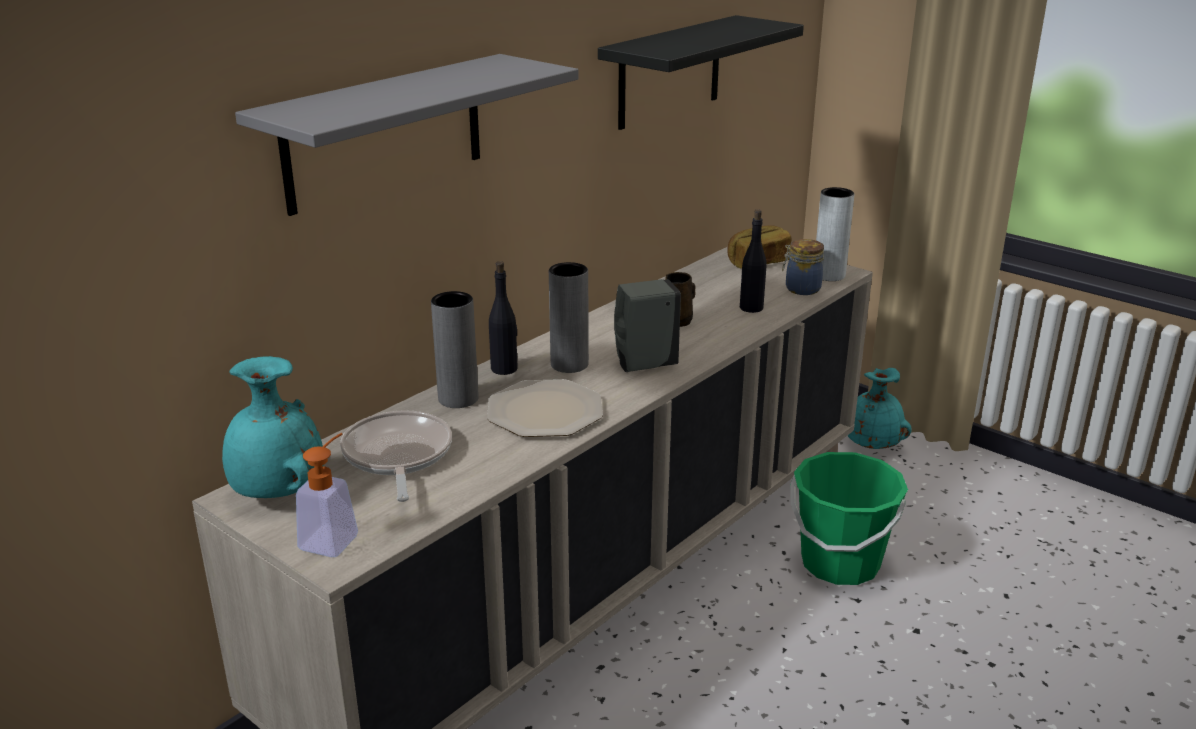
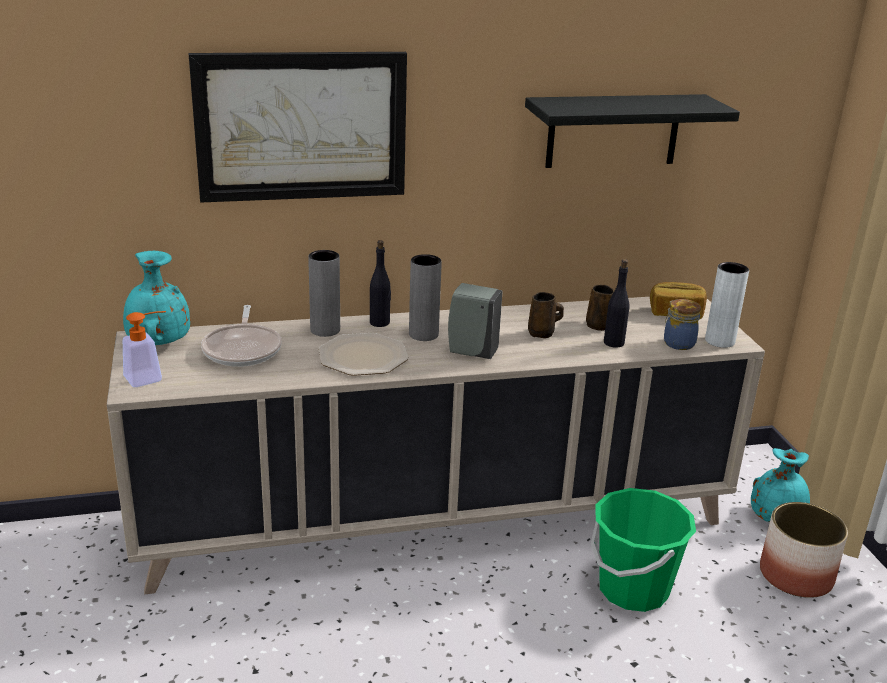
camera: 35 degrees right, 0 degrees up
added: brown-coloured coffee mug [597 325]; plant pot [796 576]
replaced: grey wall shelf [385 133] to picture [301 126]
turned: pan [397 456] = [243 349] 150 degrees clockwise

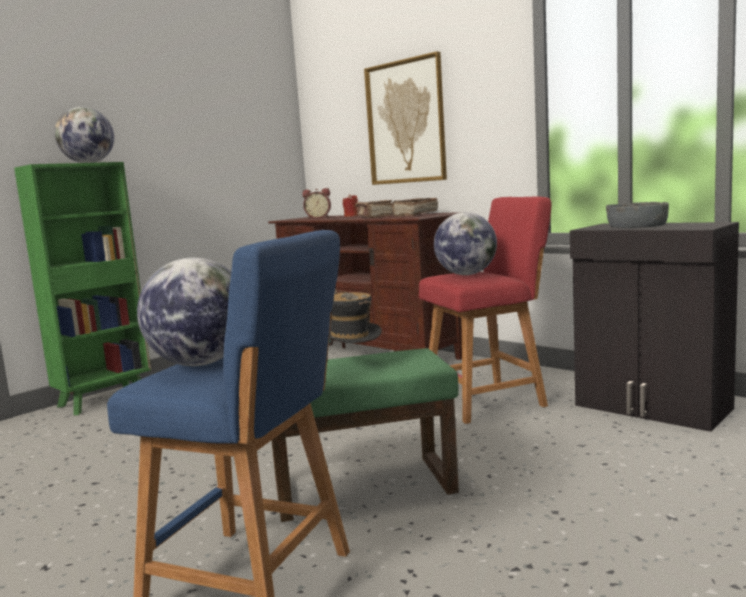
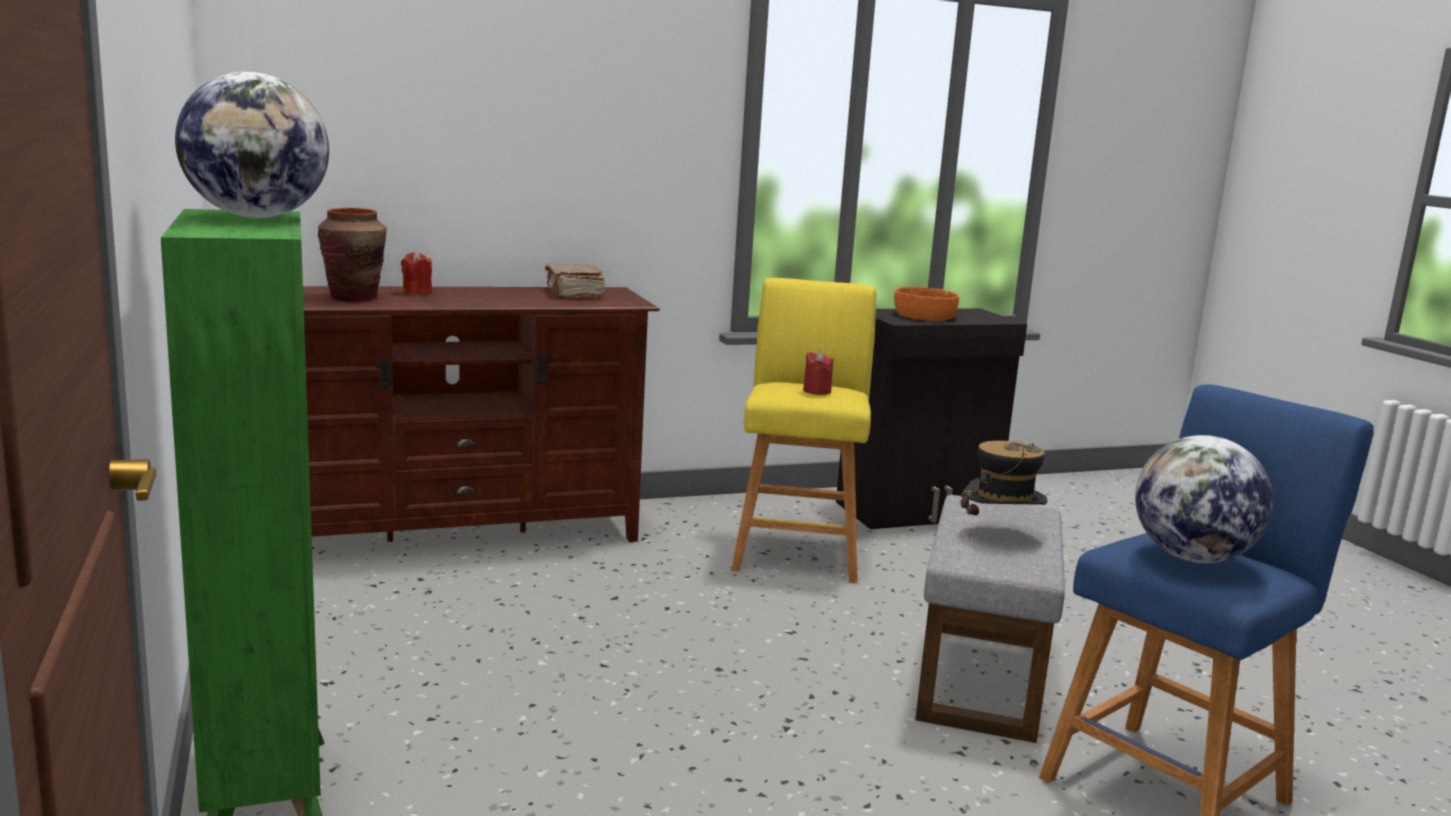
camera: 65 degrees left, 5 degrees up
removed: brown-coloured bound book [375 216]; picture [406 122]
replaced: alarm clock [318 218] to brown-coloured vase [354 298]; world globe [466 274] to red candle [817 391]
recoloured: red sitting stool [489 400] to yellow-coloured sitting stool [797 550]; grey deep dish [636 226] to orange deep dish [924 316]; green ottoman [365 485] to grey ottoman [978 677]

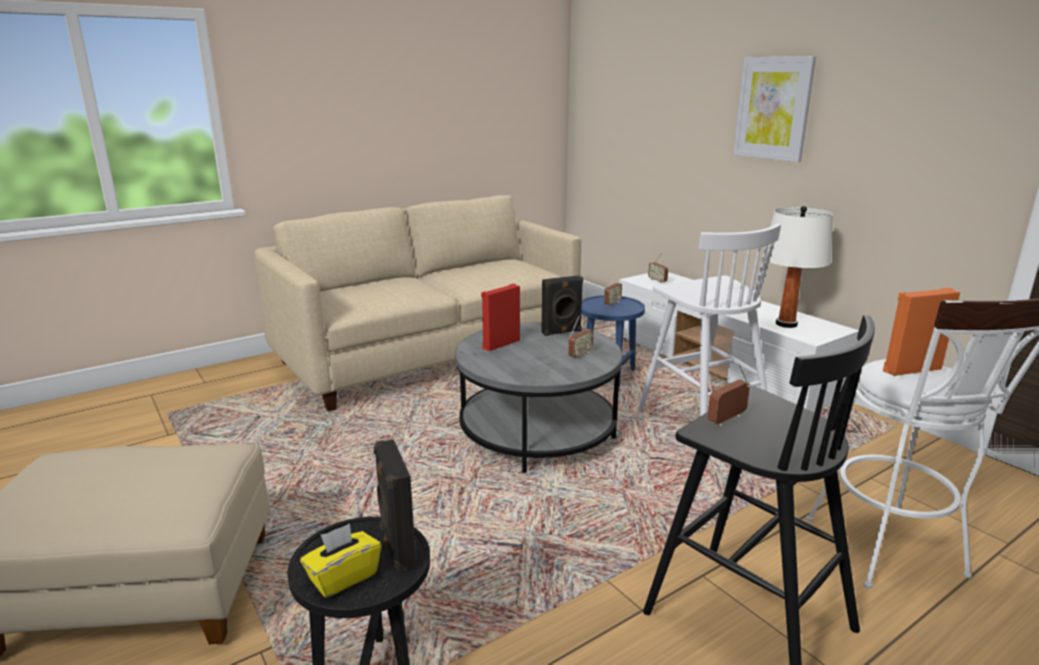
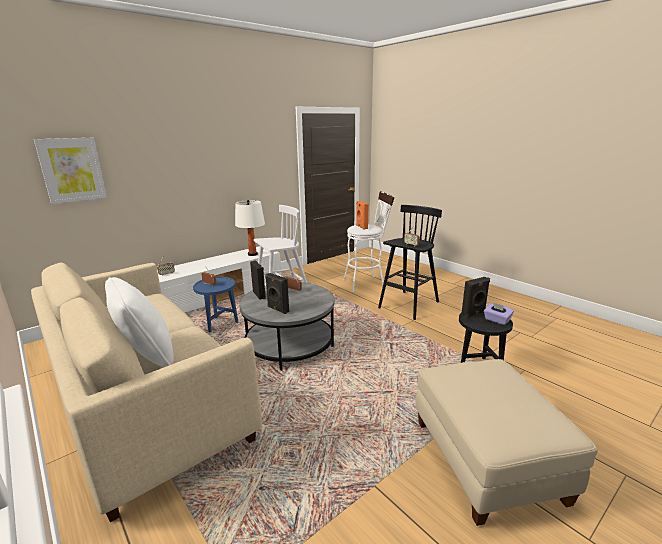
camera: 95 degrees left, 0 degrees up
added: whitish cushion [146 355]
moved: picture [773 108] to [72 170]
recoloured: red audio speaker [500 344] to blackish audio speaker [277 309]; yellow-coloured box of tissues [343 577] to purple box of tissues [496 320]

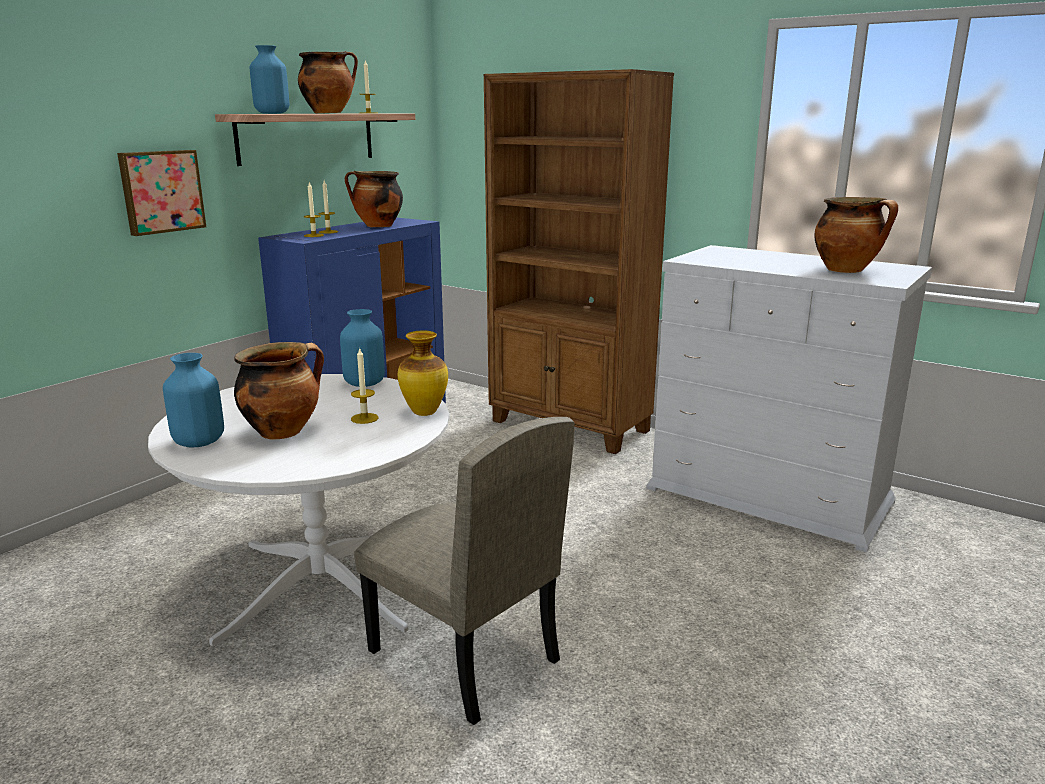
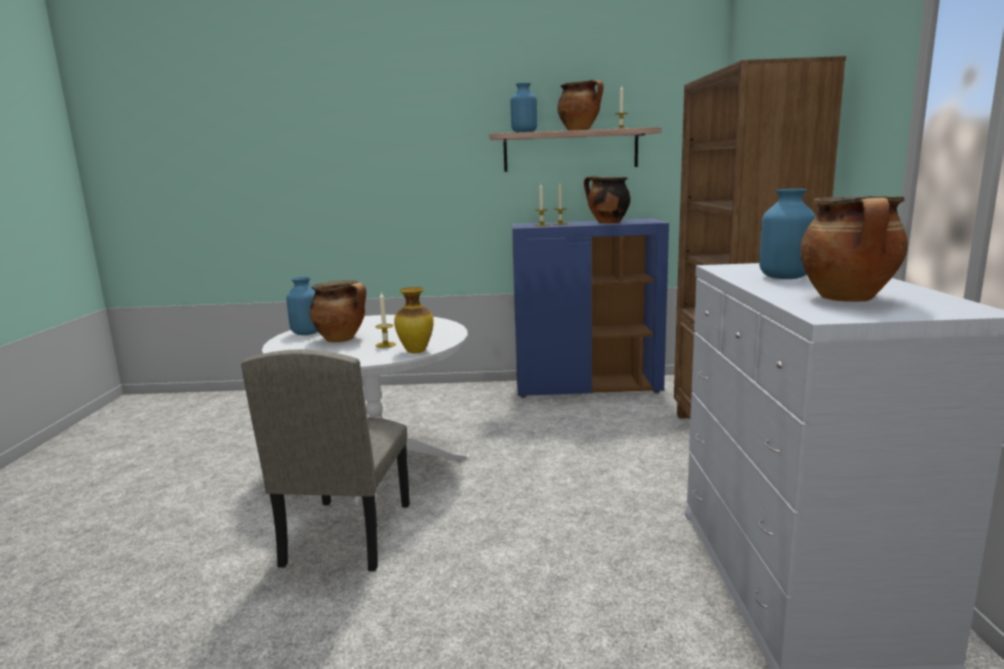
camera: 55 degrees right, 5 degrees down
removed: picture [161 191]
moved: blue-coloured vase [365 383] to [784 277]

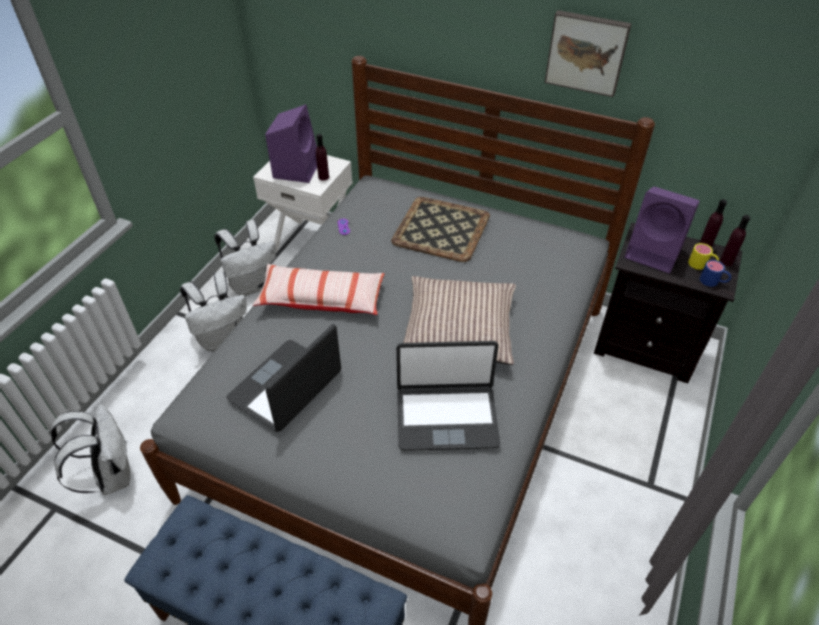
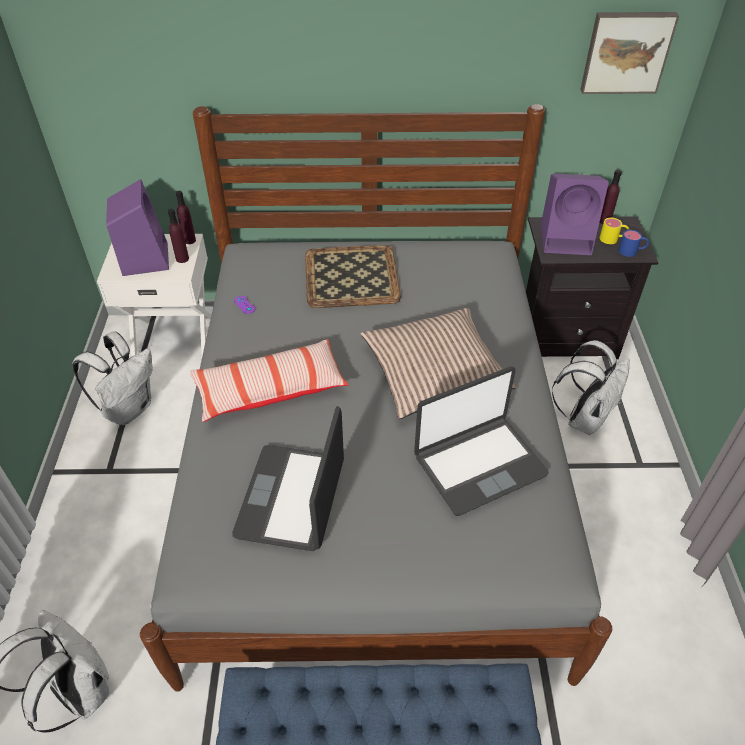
camera: 25 degrees left, 0 degrees up
moved: purple bottle [726 261] to [189 240]; whitish knapsack [222 338] to [584 418]; picture [587 52] to [626 52]

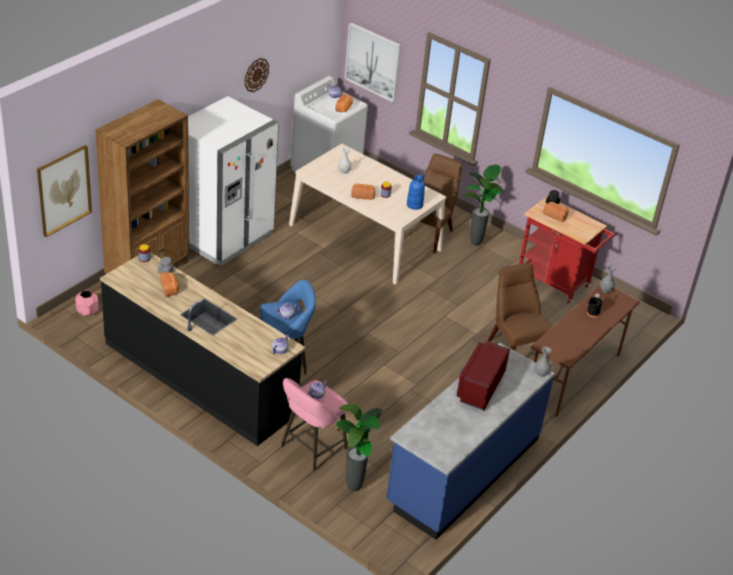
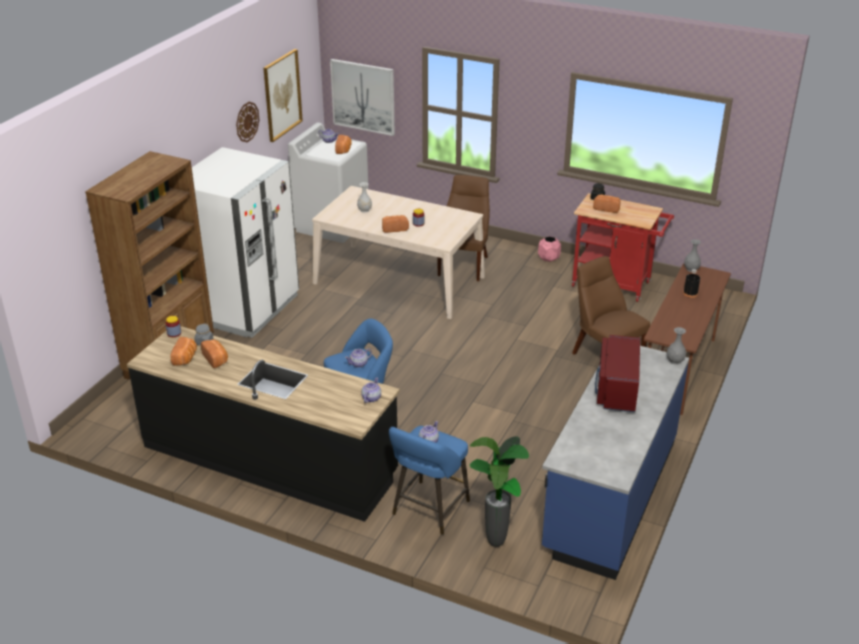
camera: 10 degrees left, 5 degrees down
removed: blue-coloured vase [414 204]; plant in a pot [476 243]
added: bakery bread [186 358]
moved: picture [64 190] to [282 95]; pink plant pot [87 312] to [548 258]
recoloured: pink sitting stool [311 449] to blue-coloured sitting stool [428 510]

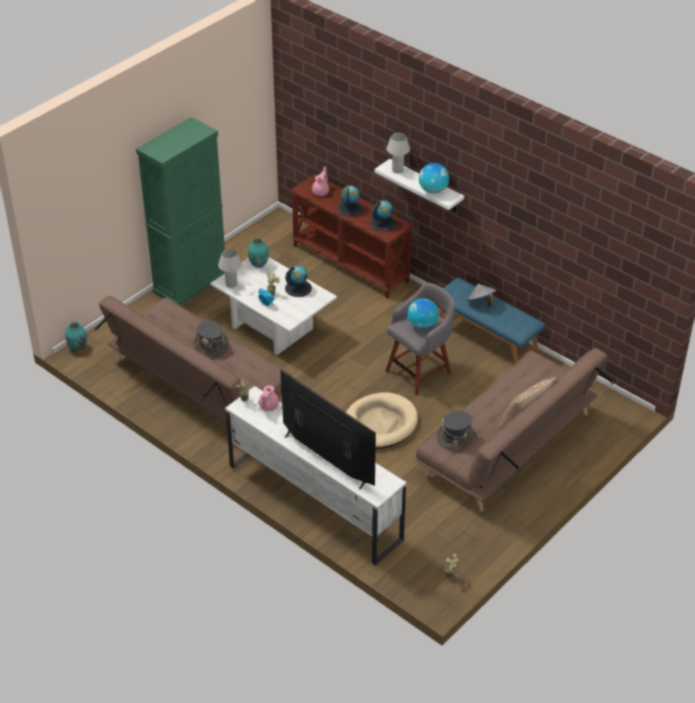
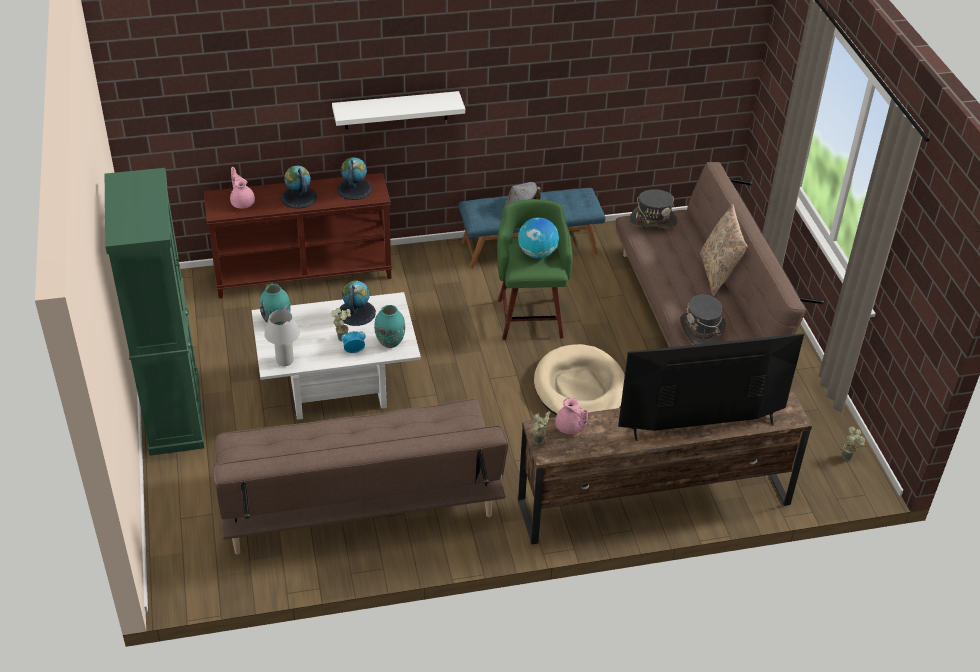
camera: 55 degrees left, 0 degrees up
removed: whitish lamp for a table [397 170]; world globe [433 190]
moved: turquoise vase [77 347] to [389 342]; grey hat [211 346] to [653 220]
recoloured: grey sitting stool [420 371] to green sitting stool [530 316]; whitish tv unit [314 501] to brown-coloured tv unit [653 502]

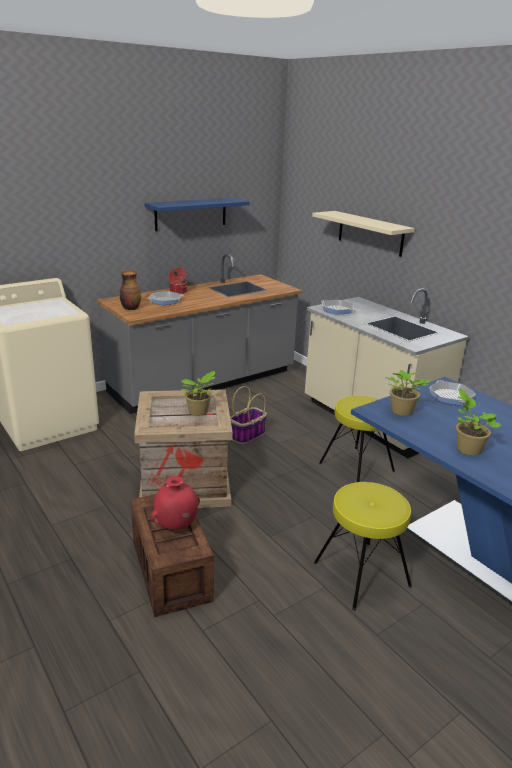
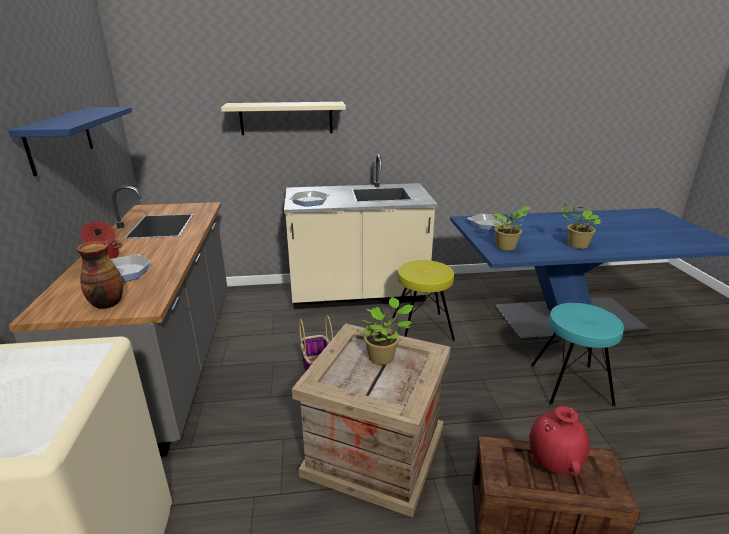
camera: 60 degrees left, 0 degrees up
recoloured: yellow-coloured sitting stool [360 574] to turquoise sitting stool [570 384]

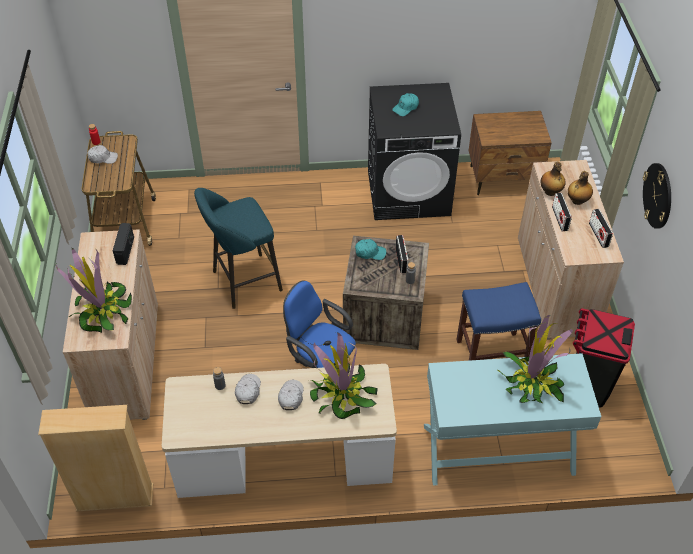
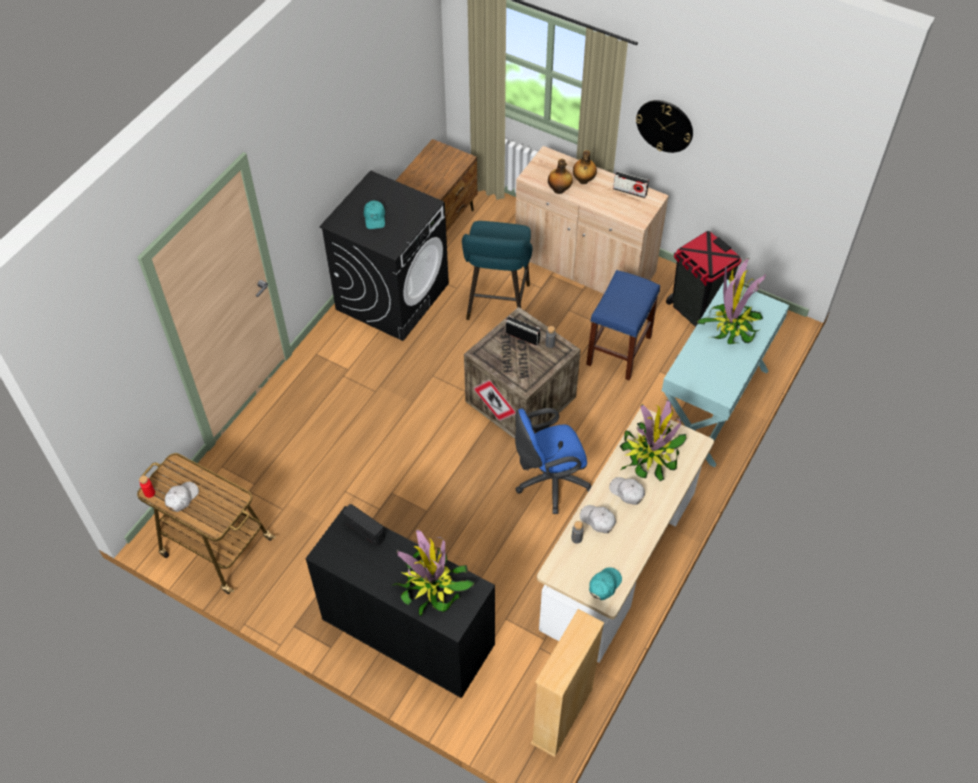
camera: 55 degrees left, 5 degrees up
removed: radio [560 218]
moved: turquoise sitting stool [243 282] to [497 305]; turquoise cap [370 252] to [604 585]
recoloured: sand-coloured storage cabinet [126 361] to blackish storage cabinet [408 632]

